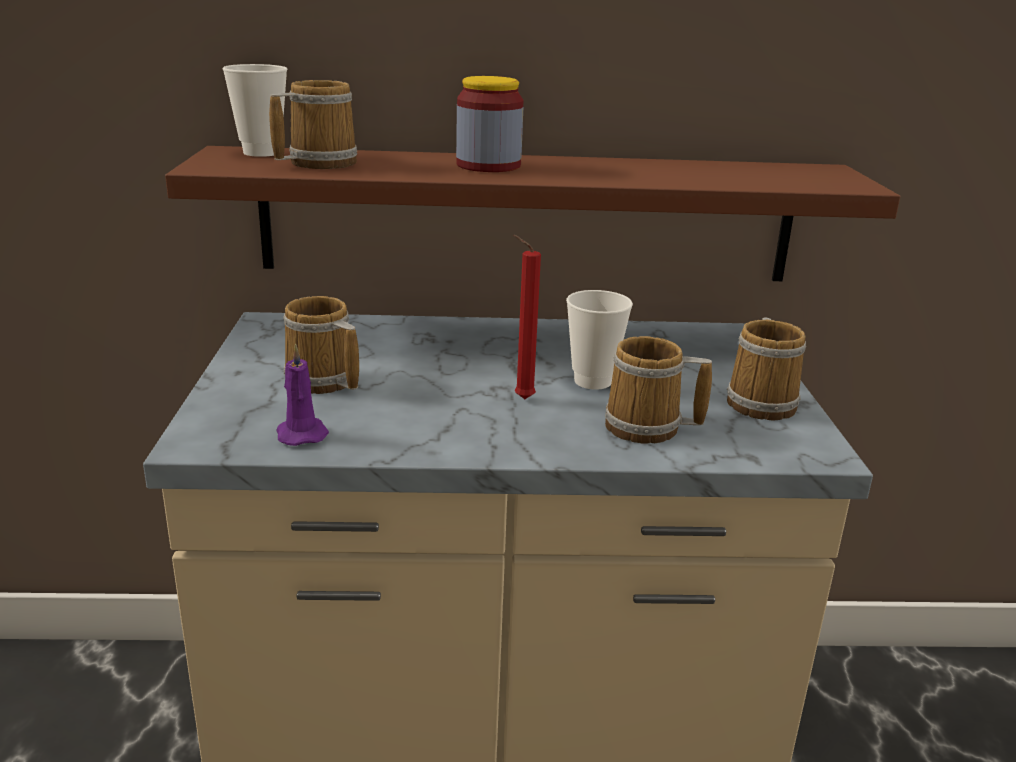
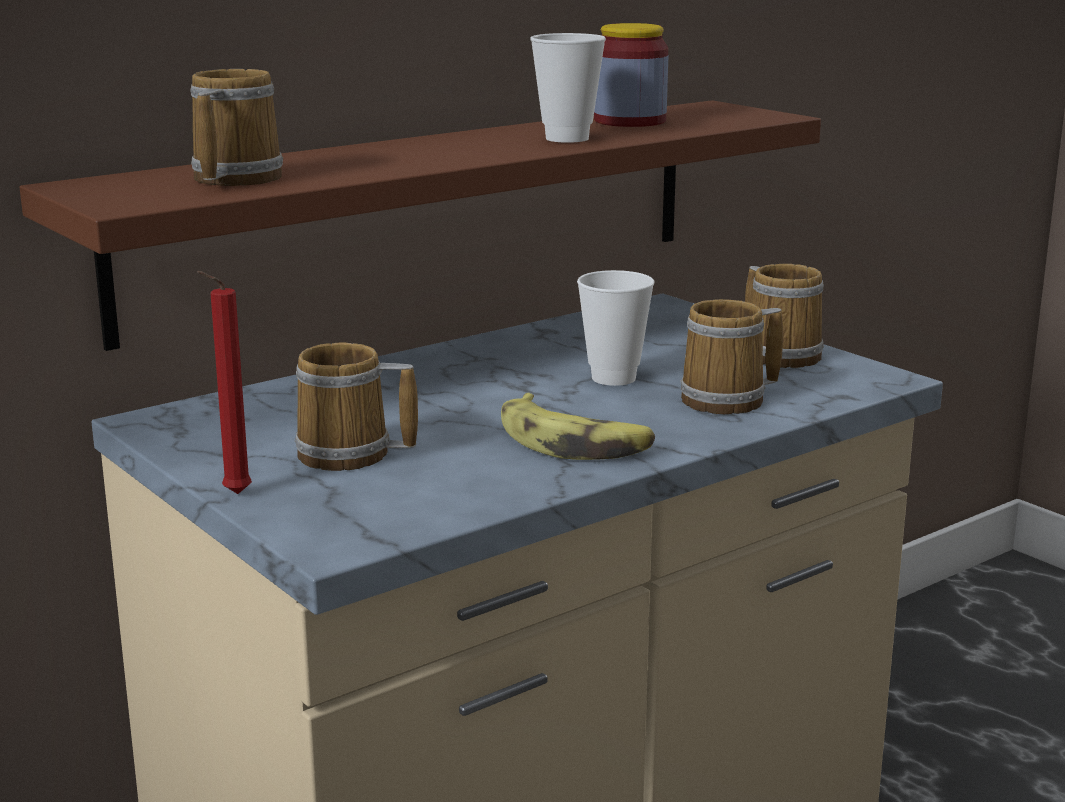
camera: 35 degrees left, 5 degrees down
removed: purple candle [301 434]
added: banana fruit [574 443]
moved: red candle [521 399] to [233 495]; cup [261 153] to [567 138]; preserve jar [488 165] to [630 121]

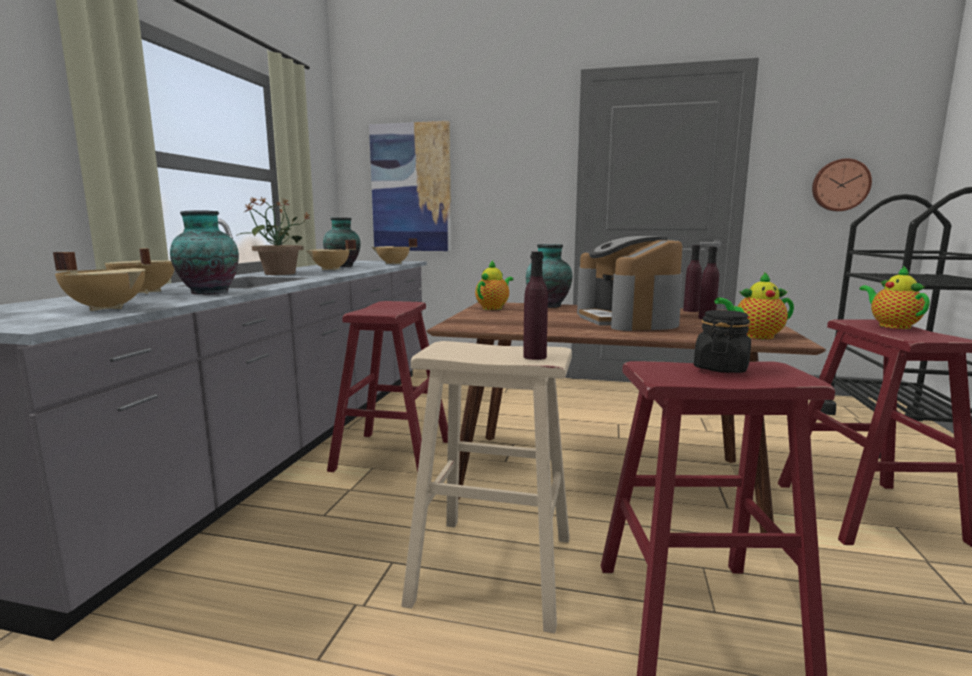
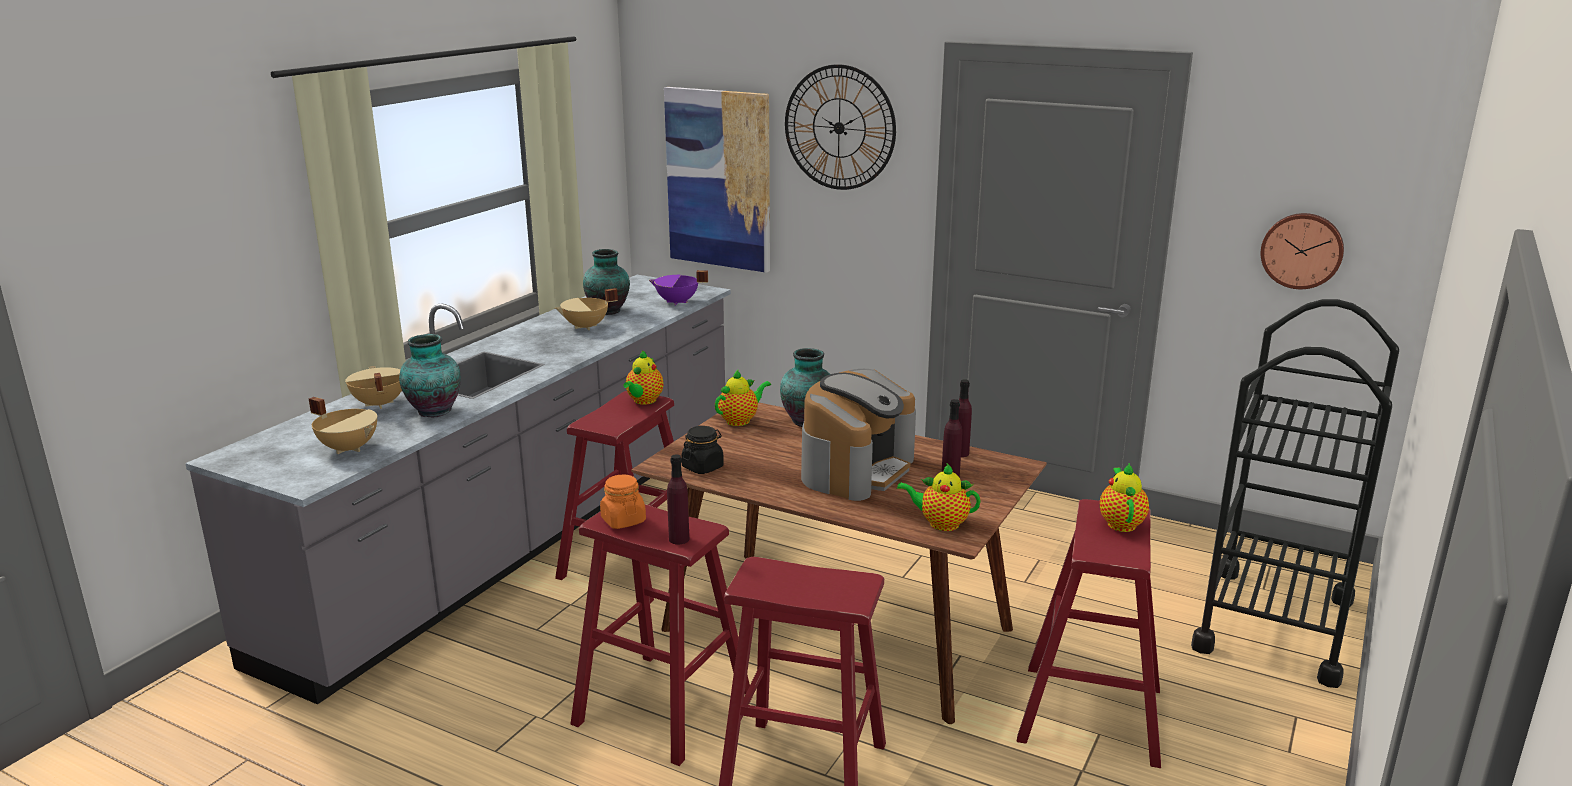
camera: 15 degrees right, 10 degrees up
removed: plant in a pot [278 273]
added: orange preserve jar [623 520]; tea pot [643 401]; clock on the wall [839 128]
moved: blackish preserve jar [721 368] to [703 467]
recoloured: sand-coloured sitting stool [493 569] to red sitting stool [662 706]; sand-coloured saucepot [393 264] to purple saucepot [677 302]
turned: coffee brewer [627 320] = [856 469] 150 degrees counterclockwise

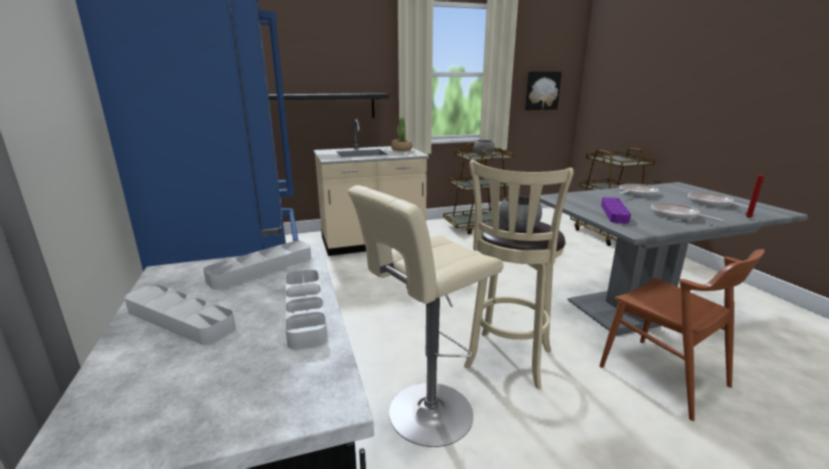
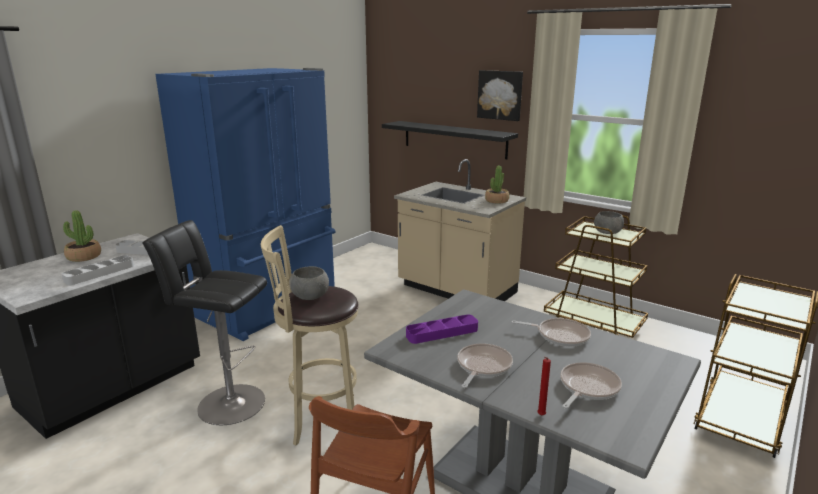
camera: 55 degrees right, 0 degrees up
moved: picture [542 90] to [500 95]
replaced: grey carrying tray [180 319] to plant in a pot [84 257]
recoloured: sand-coloured sitting stool [426 415] to blackish sitting stool [227 403]

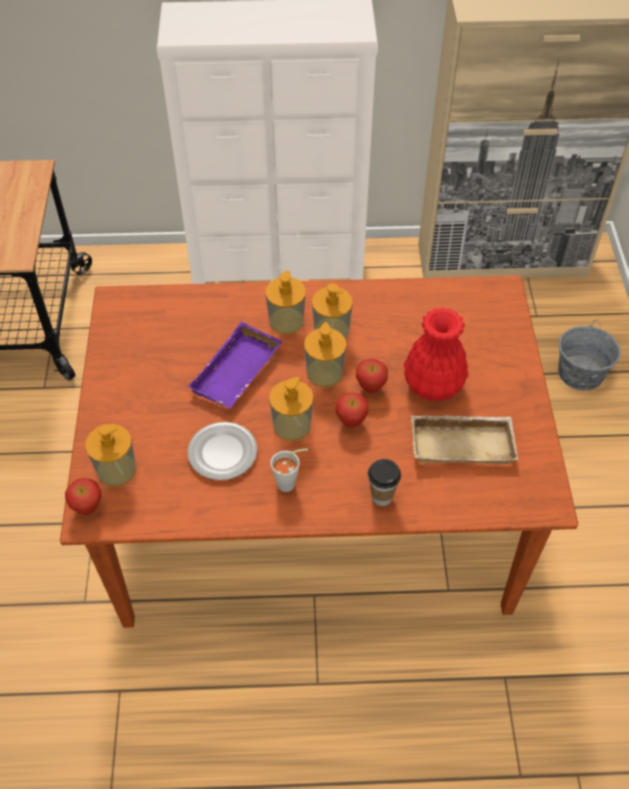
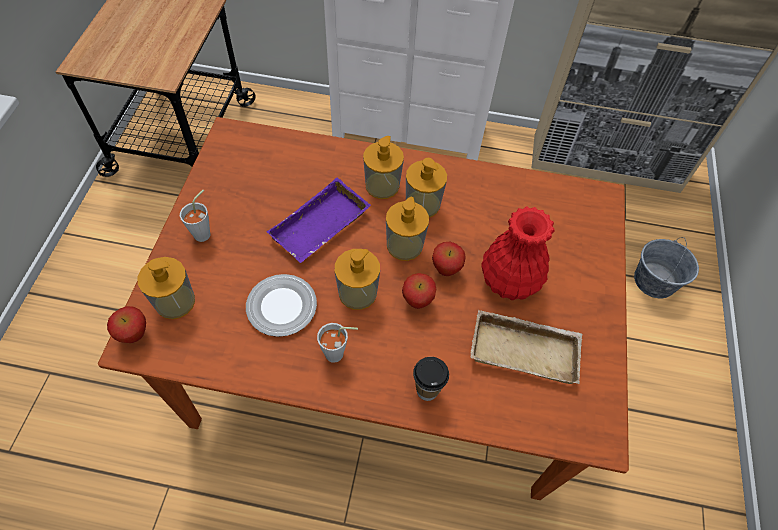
camera: 10 degrees right, 5 degrees up
added: grey cup [205 232]

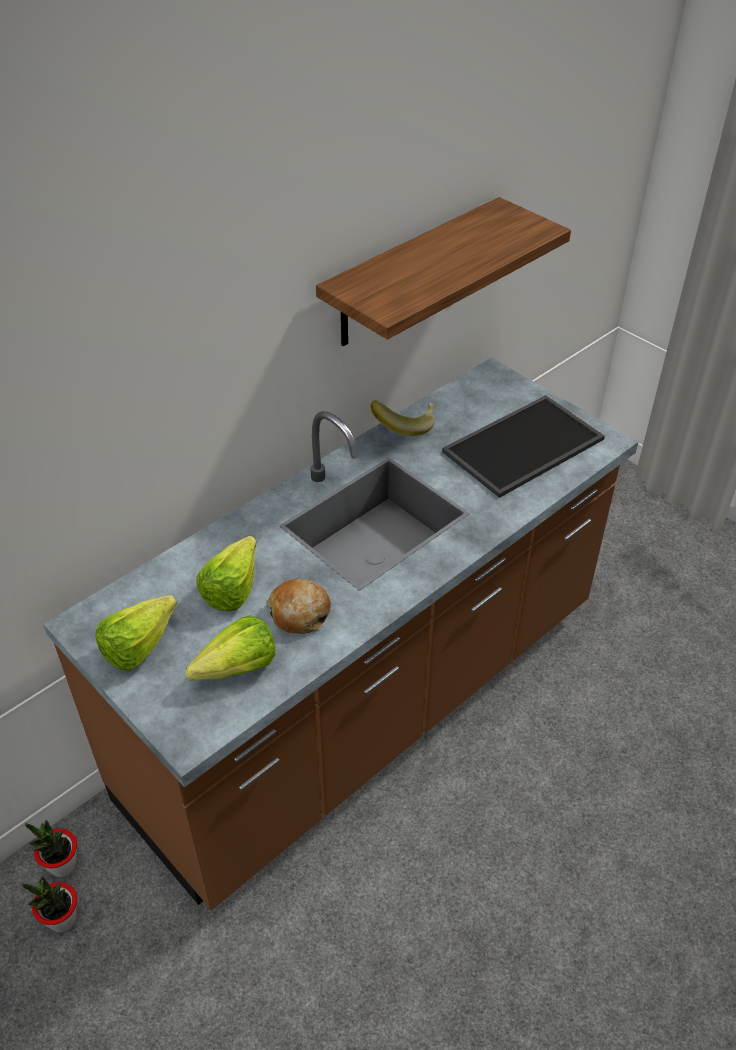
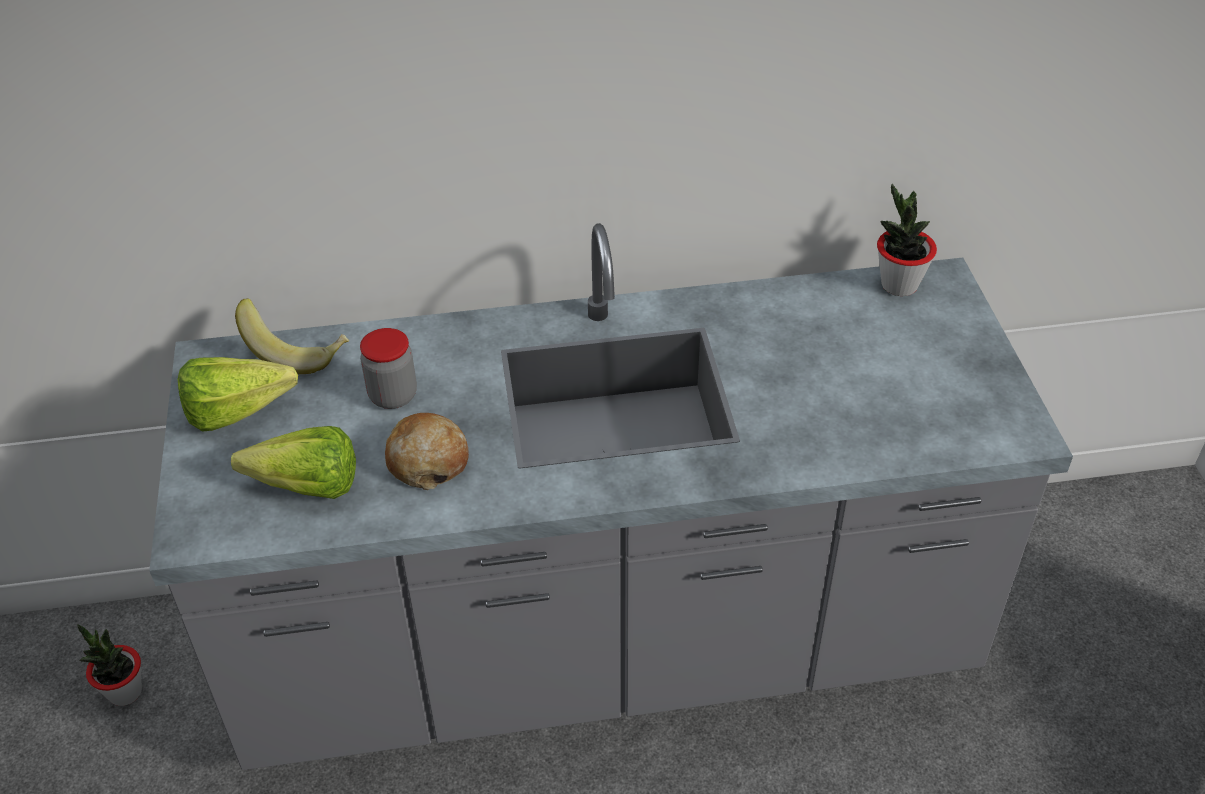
camera: 35 degrees right, 0 degrees up
removed: wall shelf [411 274]; carrying tray [524 447]
moved: banana fruit [404 425] to [297 352]; plant in a pot [62 865] to [899 285]
replaced: head of lettuce [237 585] to preserve jar [393 396]
recoloured: brown-coloured kitchen base unit [367 704] to grey kitchen base unit [606 647]

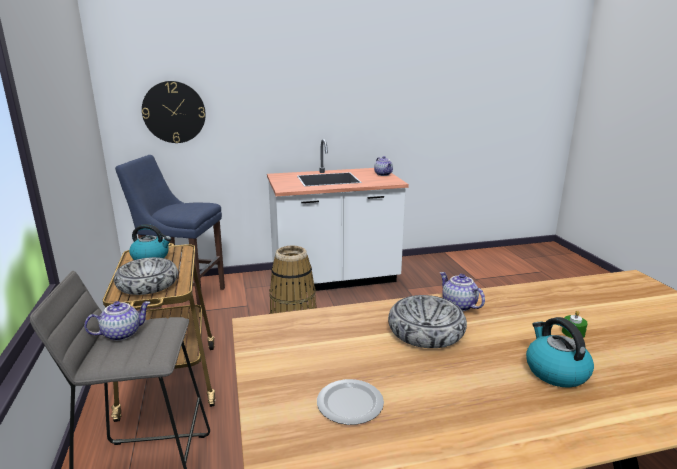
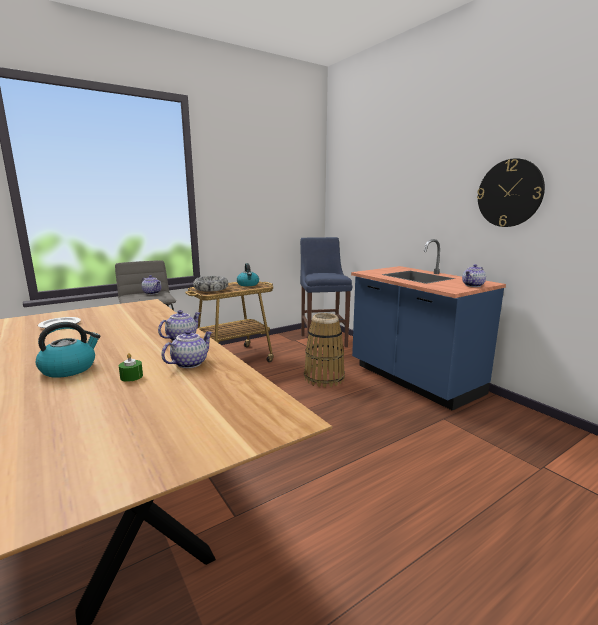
camera: 70 degrees right, 5 degrees down
removed: deep dish [426 331]
added: tea pot [189 363]
moved: clock on the wall [174 112] to [509 193]
recoloured: whitish kitchen base unit [335 279] to blue-coloured kitchen base unit [413 380]

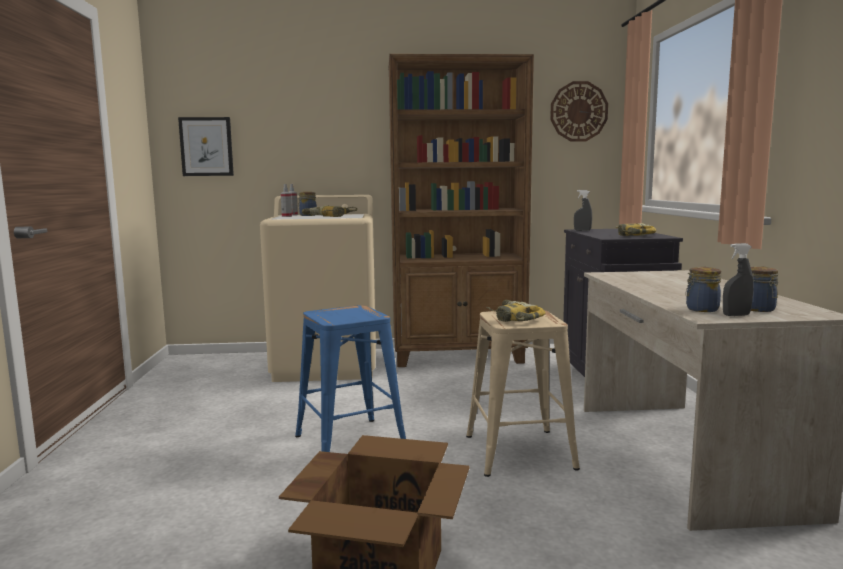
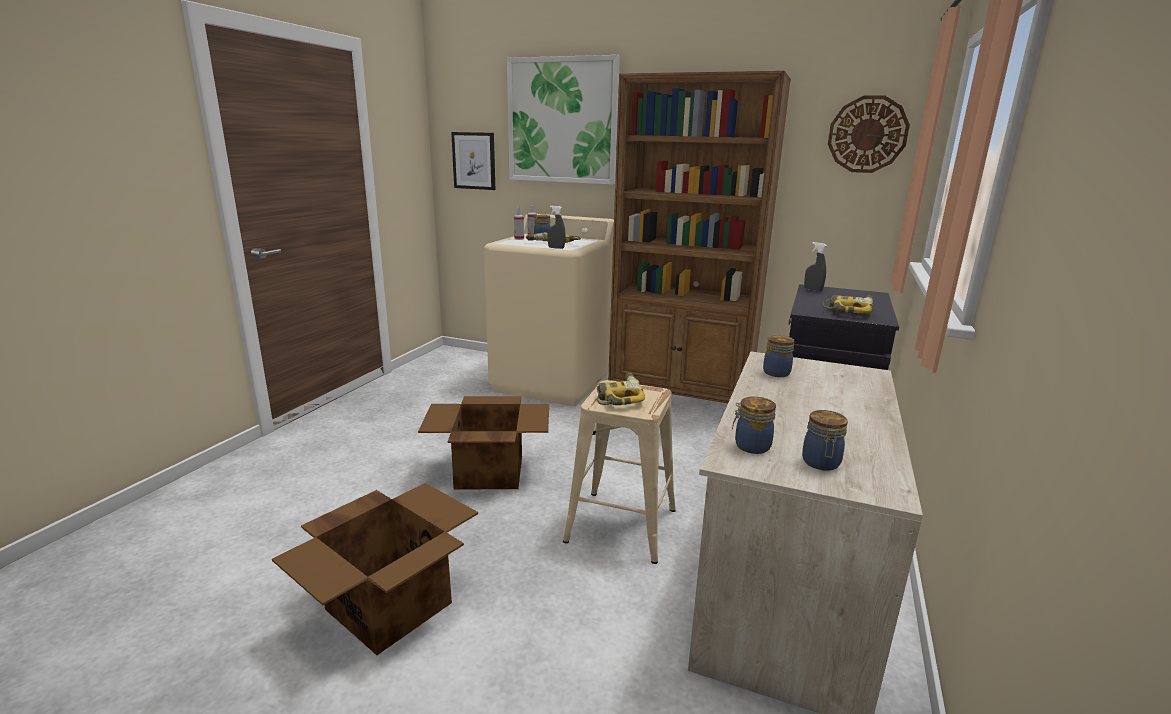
camera: 25 degrees right, 10 degrees up
added: picture [562 121]; preserve jar [776 372]
moved: grey sprayer [736 315] to [556 248]
replaced: blue-coloured sitting stool [348 443] to packing box [488 471]

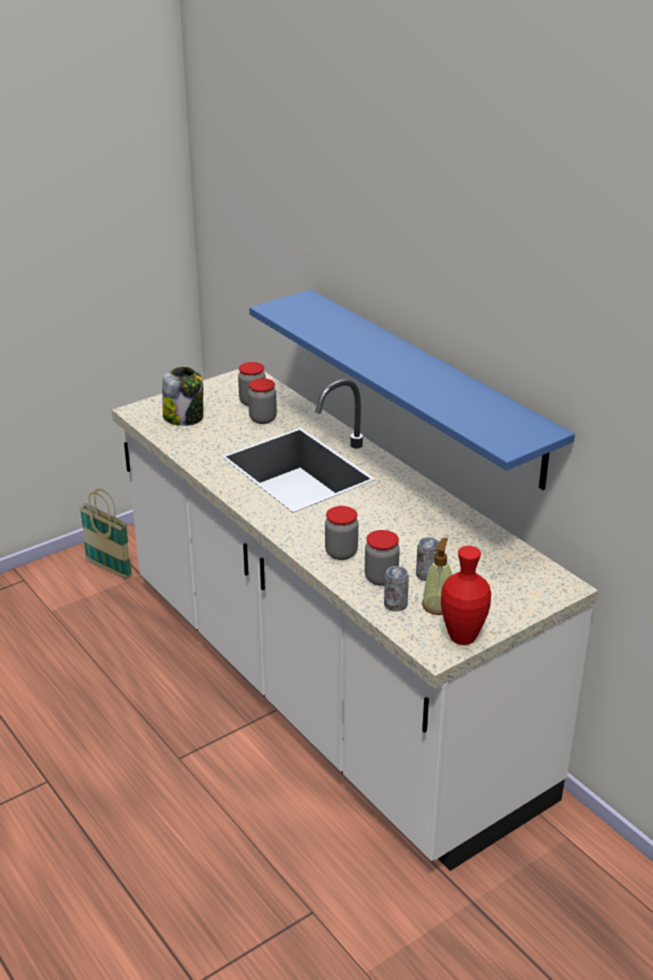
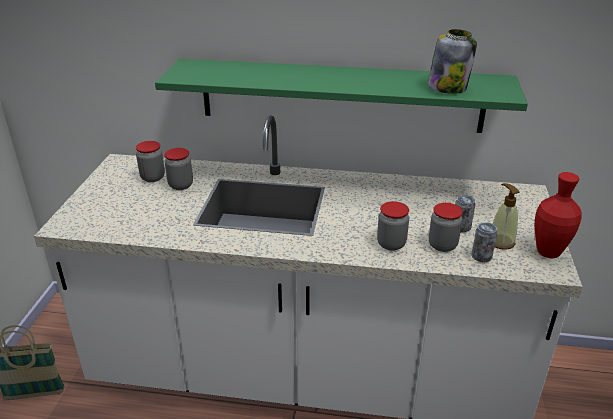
camera: 45 degrees left, 0 degrees up
moved: preserve jar [184 418] to [448 87]
recoloured: blue-coloured wall shelf [426 385] to green wall shelf [340 95]

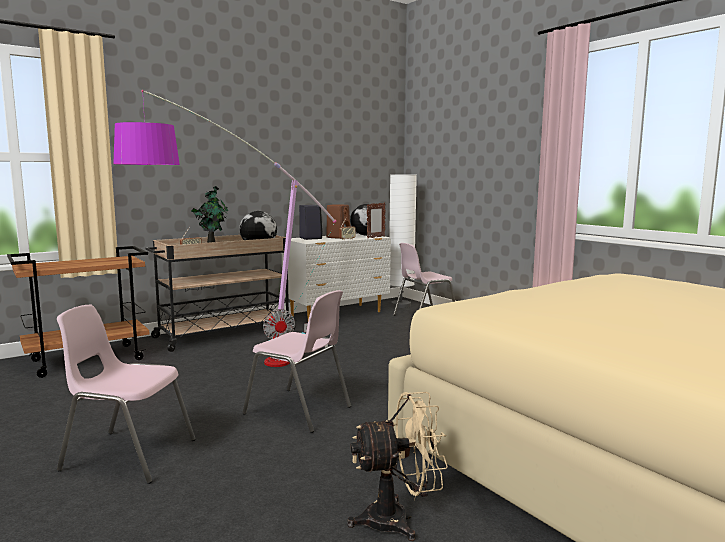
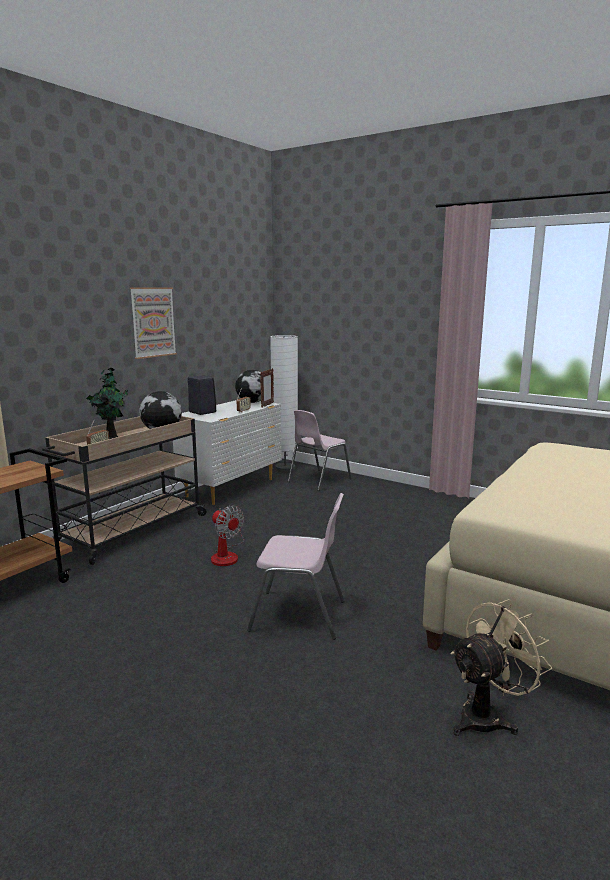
camera: 20 degrees left, 5 degrees up
removed: pink chair [127 455]; floor lamp [225 355]; brown-coloured audio speaker [338 237]
added: picture [153 322]

